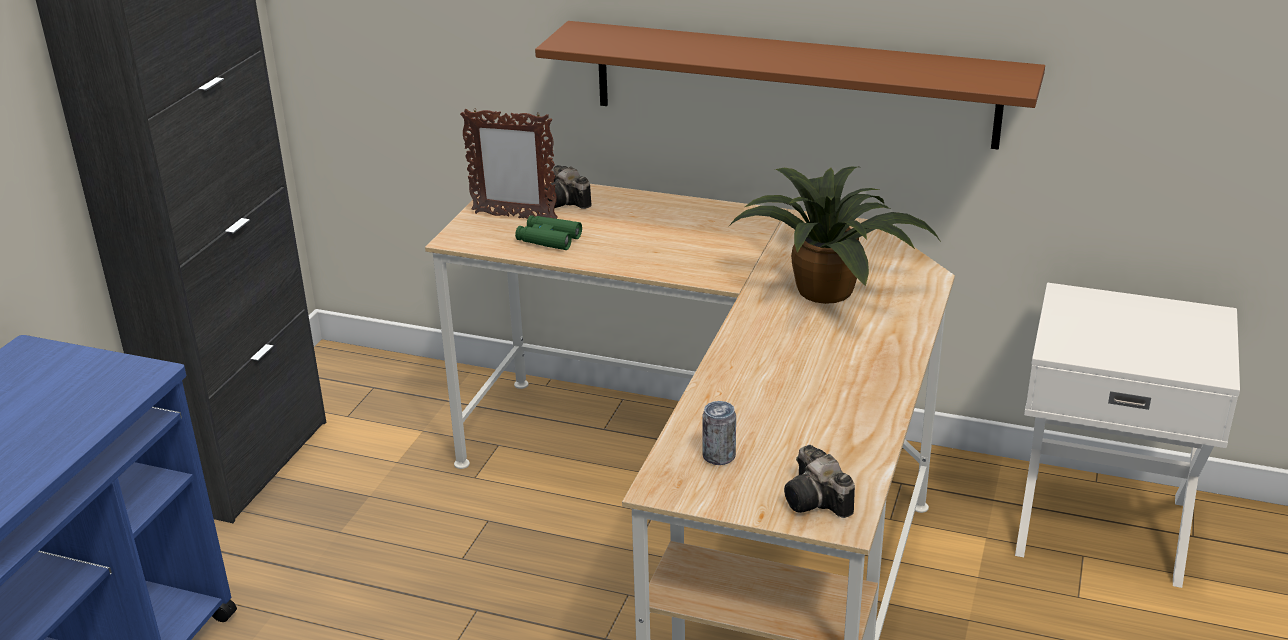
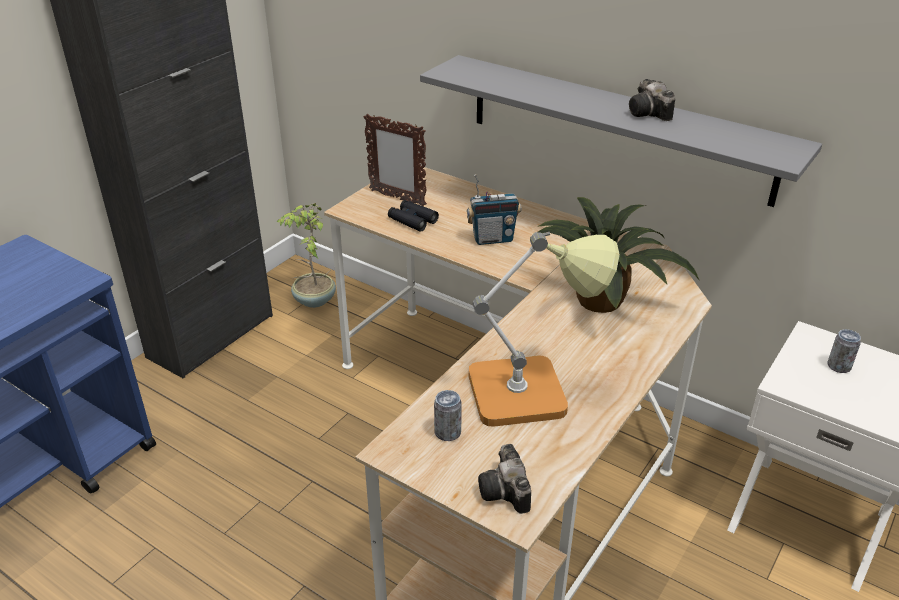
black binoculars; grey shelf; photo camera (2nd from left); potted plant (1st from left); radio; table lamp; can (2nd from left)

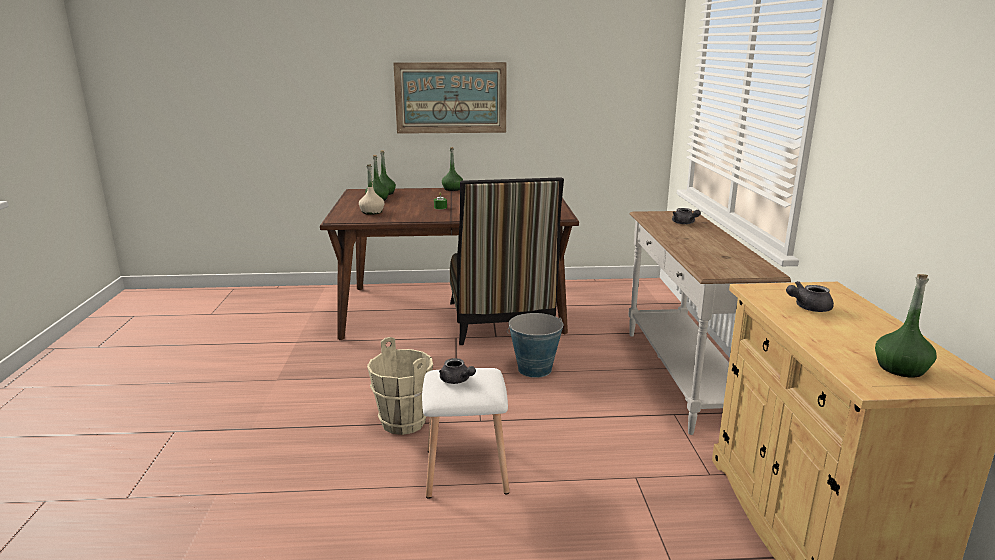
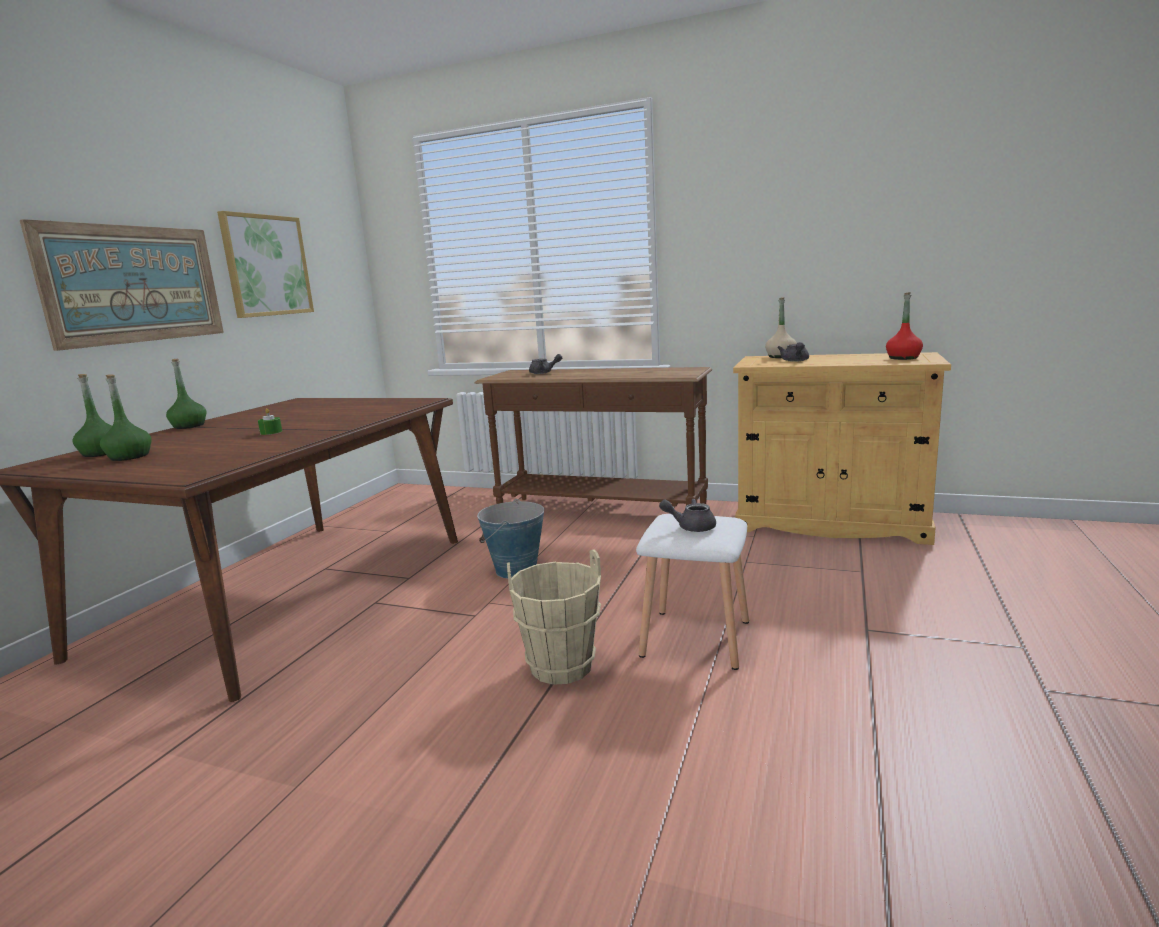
beige bottle; grey teapot (2nd from left); chair; brown console table; red bottle; picture (2nd from left)

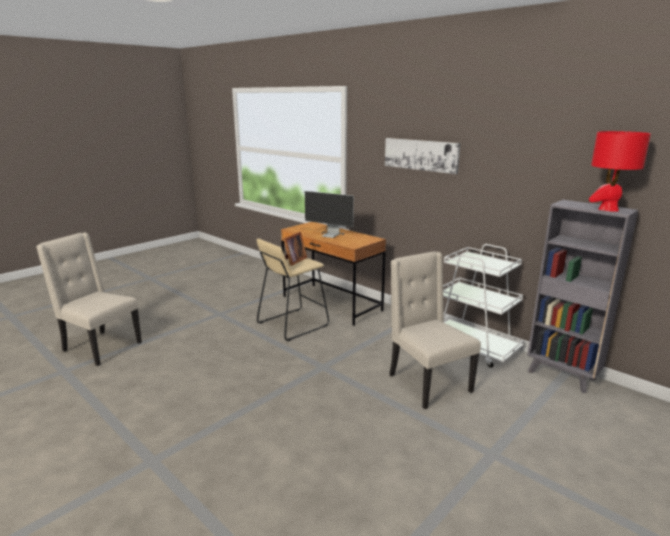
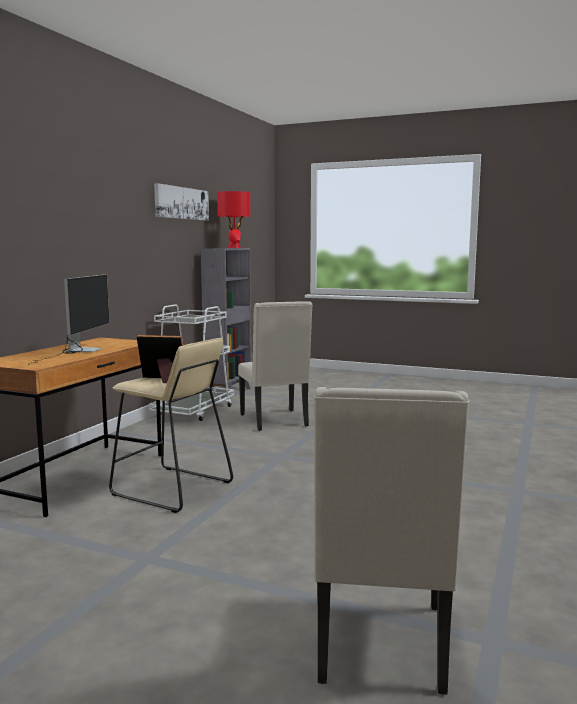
picture; beige chair (1st from left)

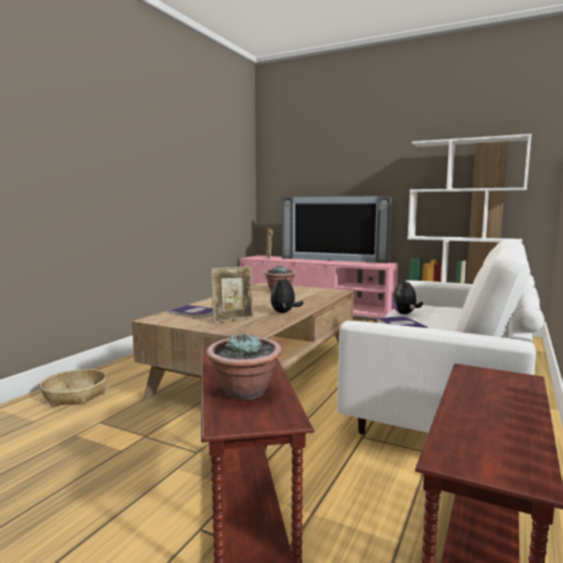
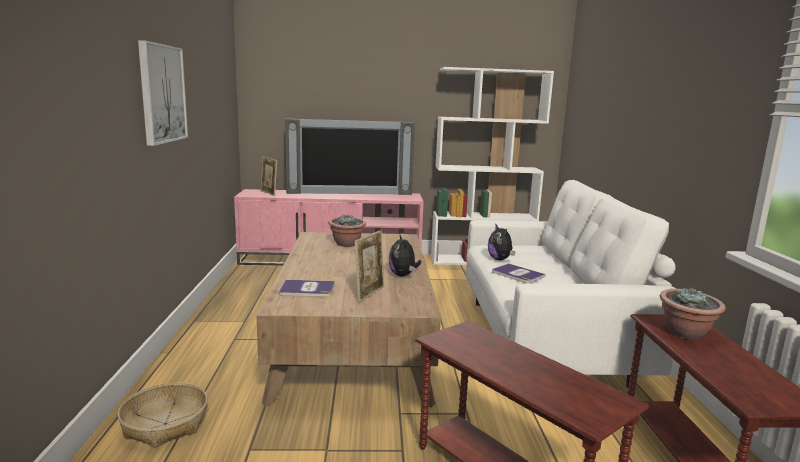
potted plant (2nd from left); picture

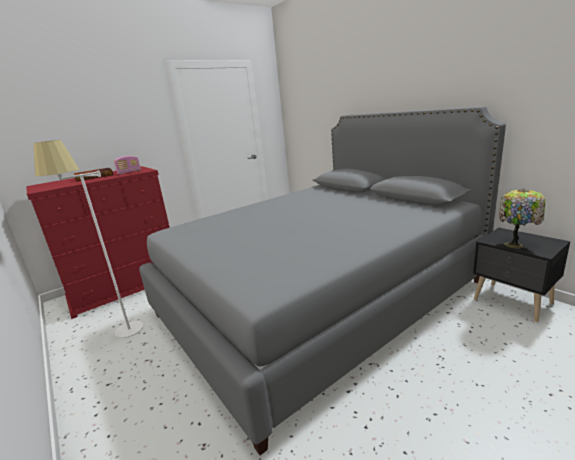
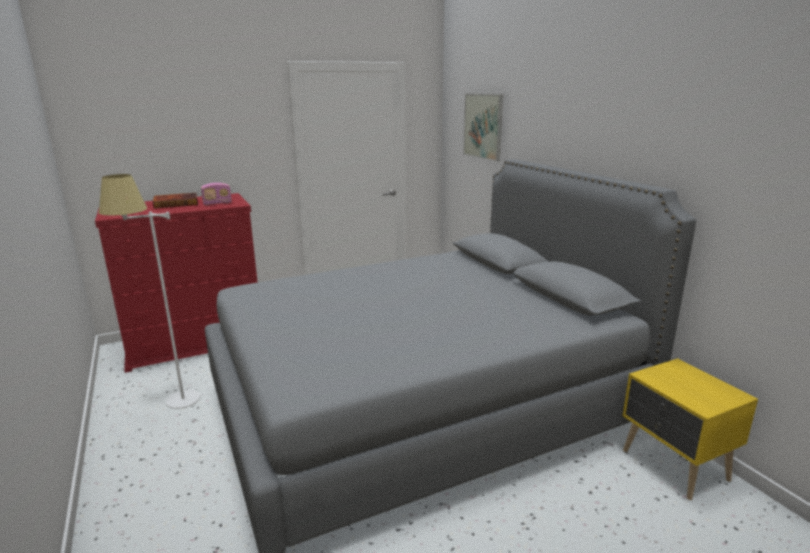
yellow nightstand; table lamp; picture

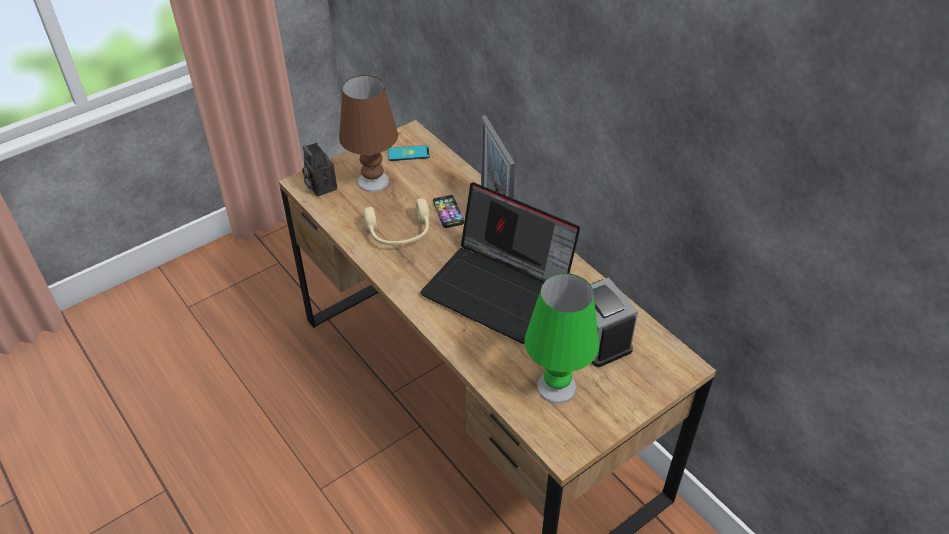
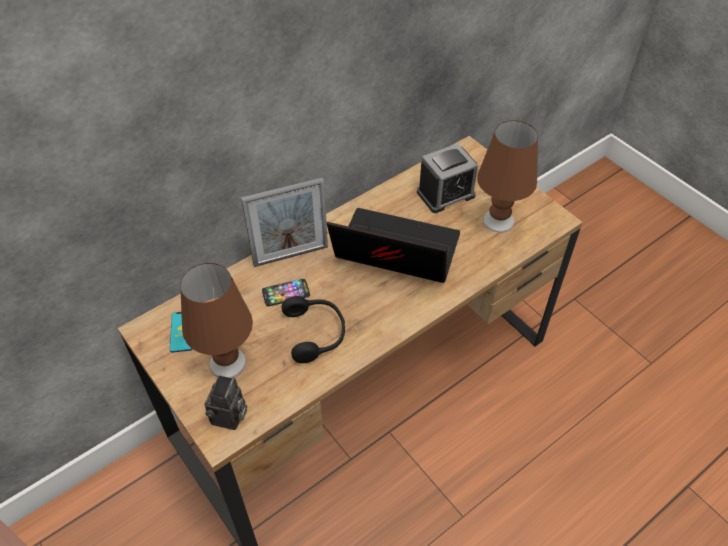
photo camera; black headphones; laptop; brown table lamp (2nd from left)

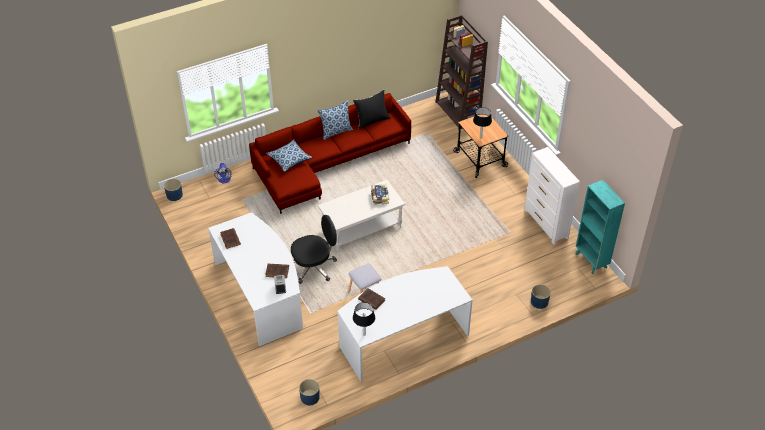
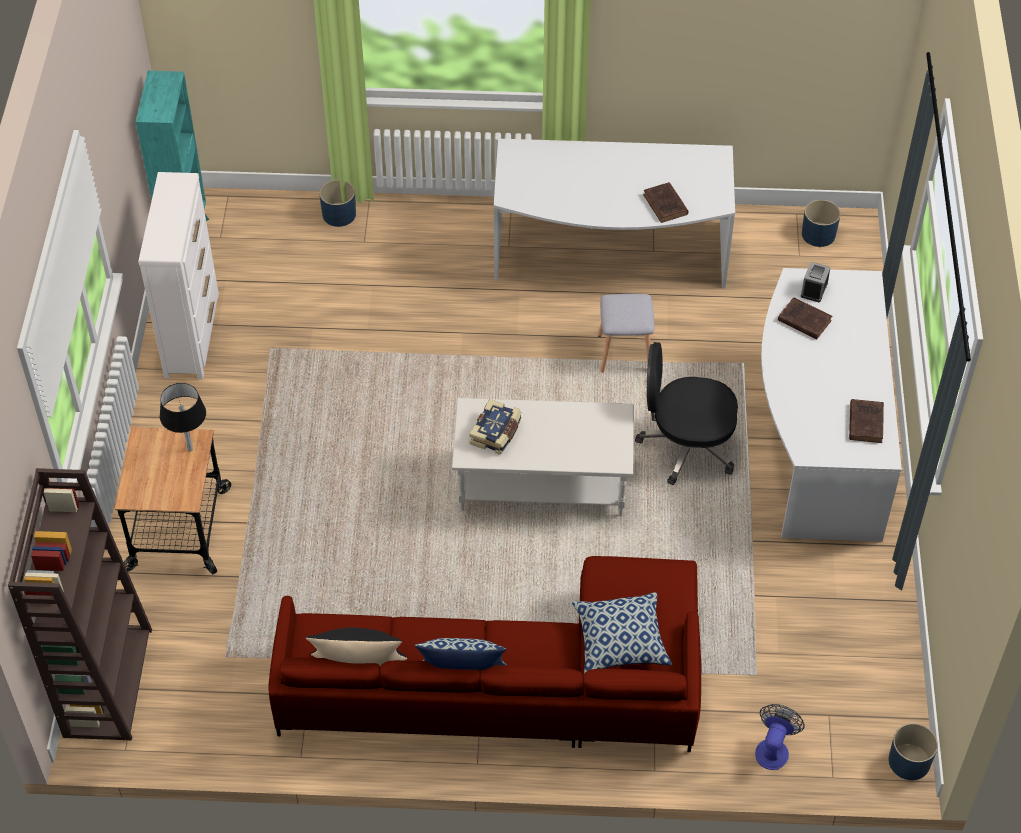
black table lamp (1st from left in the first image)

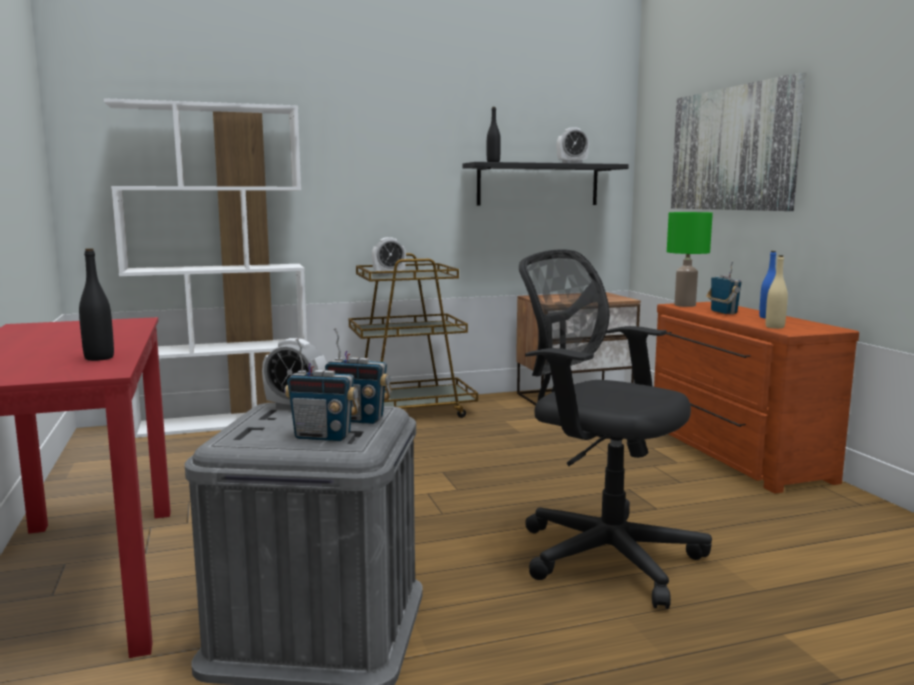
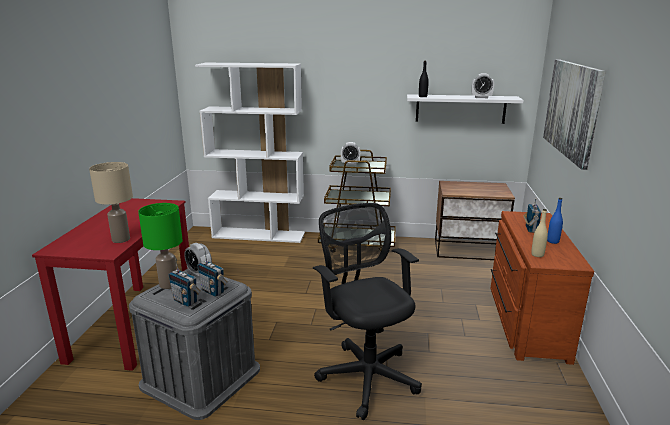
beige table lamp; white shelf; green table lamp

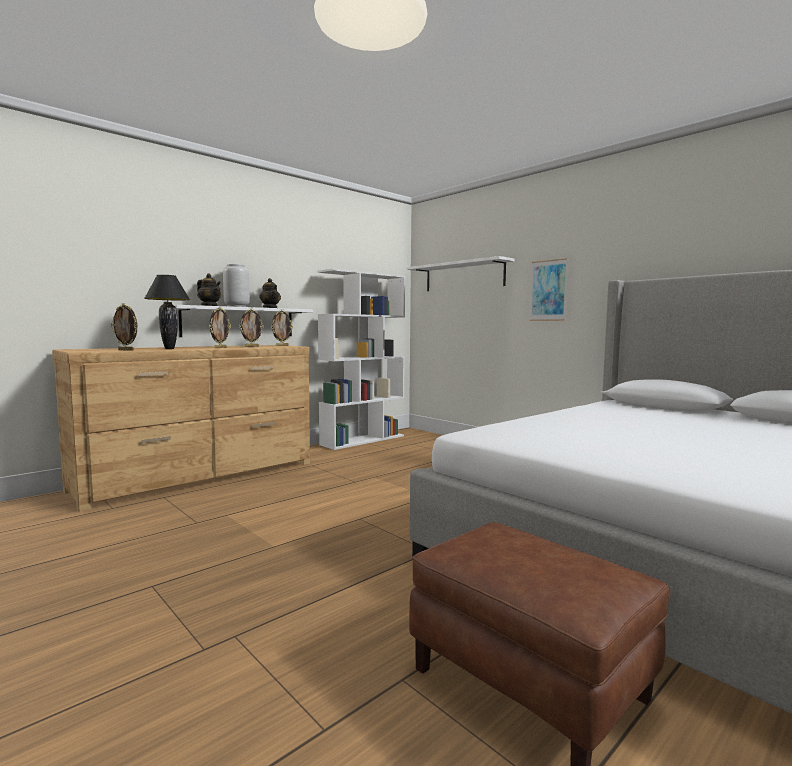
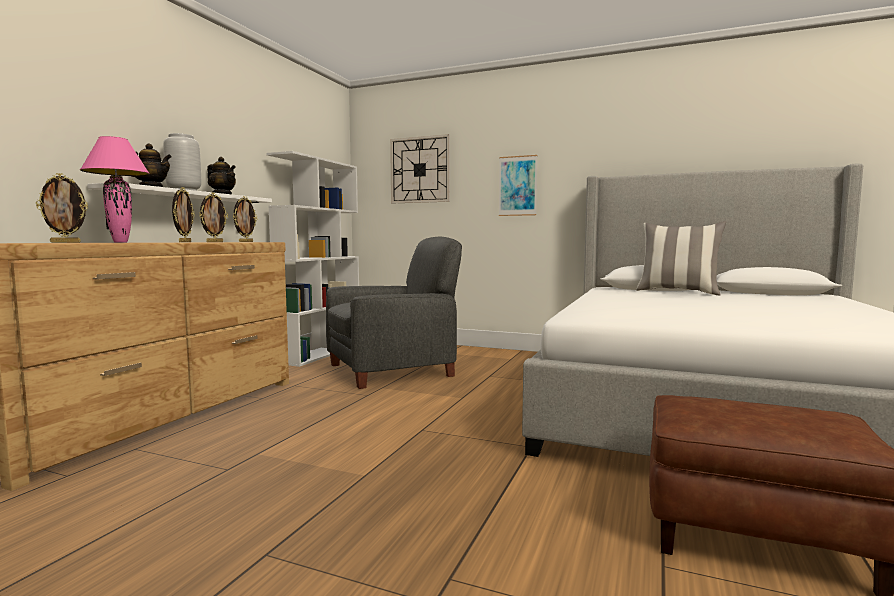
pink table lamp; wall clock; grey armchair; pillow

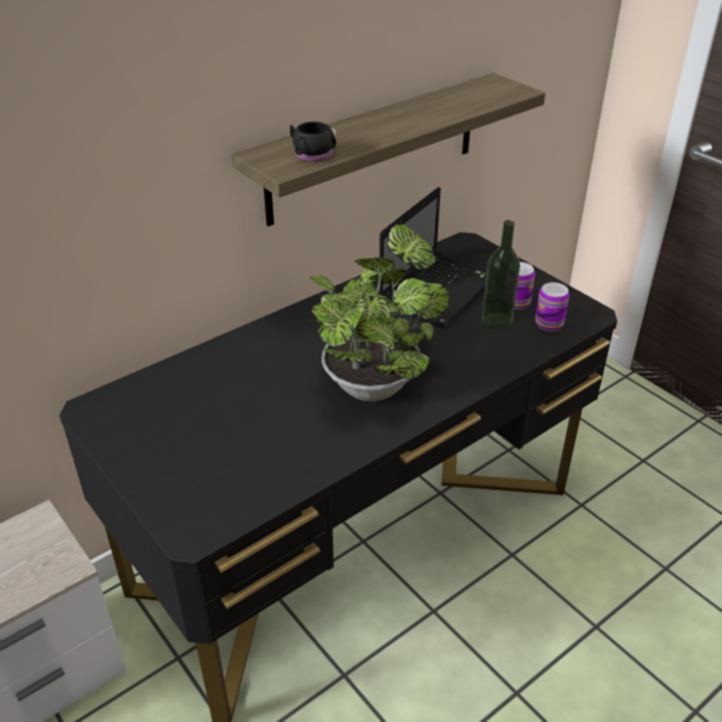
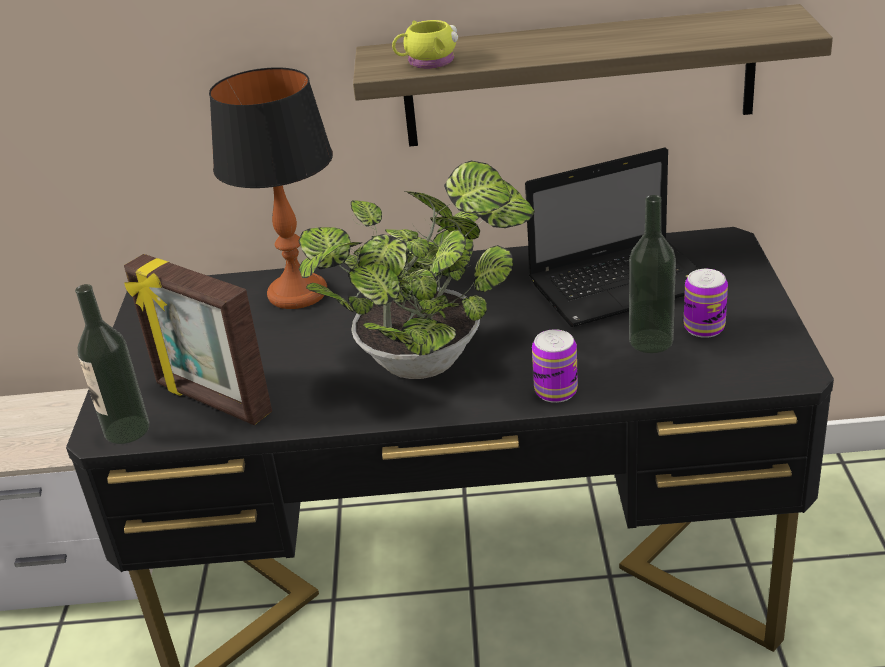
yellow mug; can (1st from left); bottle (1st from left); picture frame; table lamp

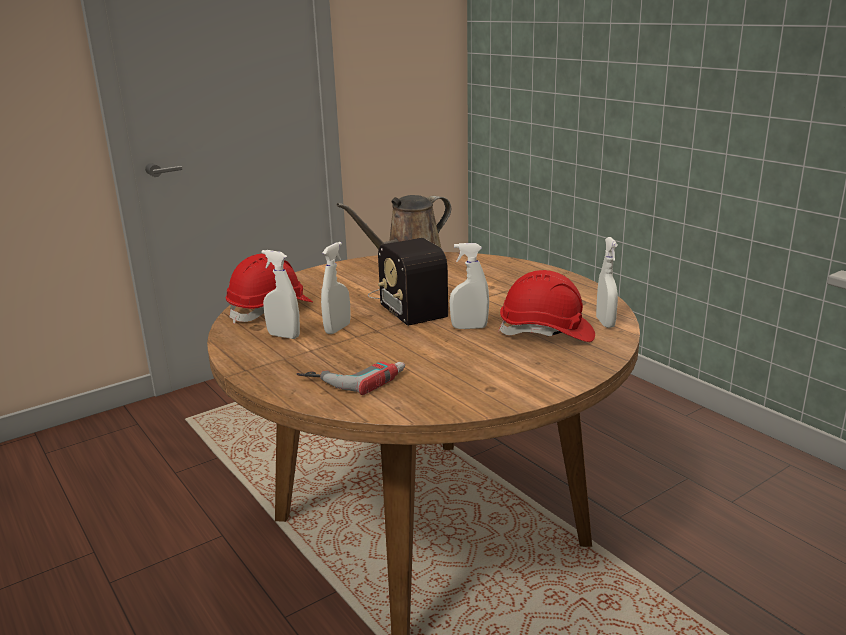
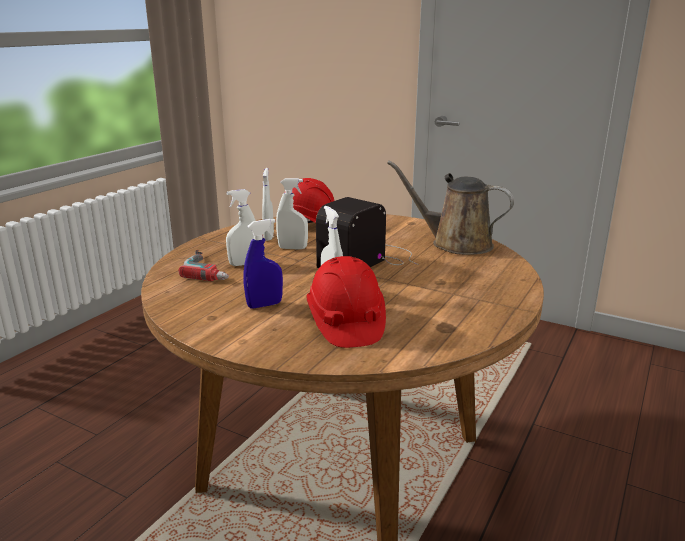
white spray bottle (1st from left); blue spray bottle

